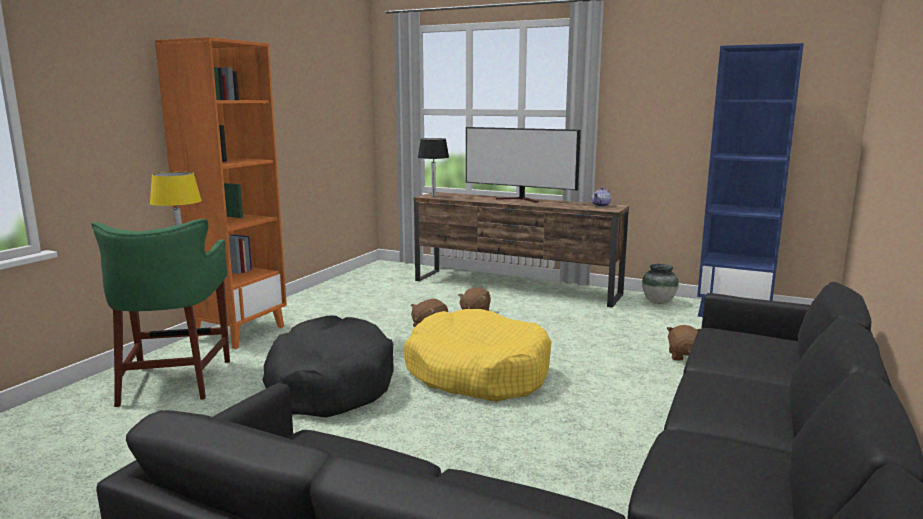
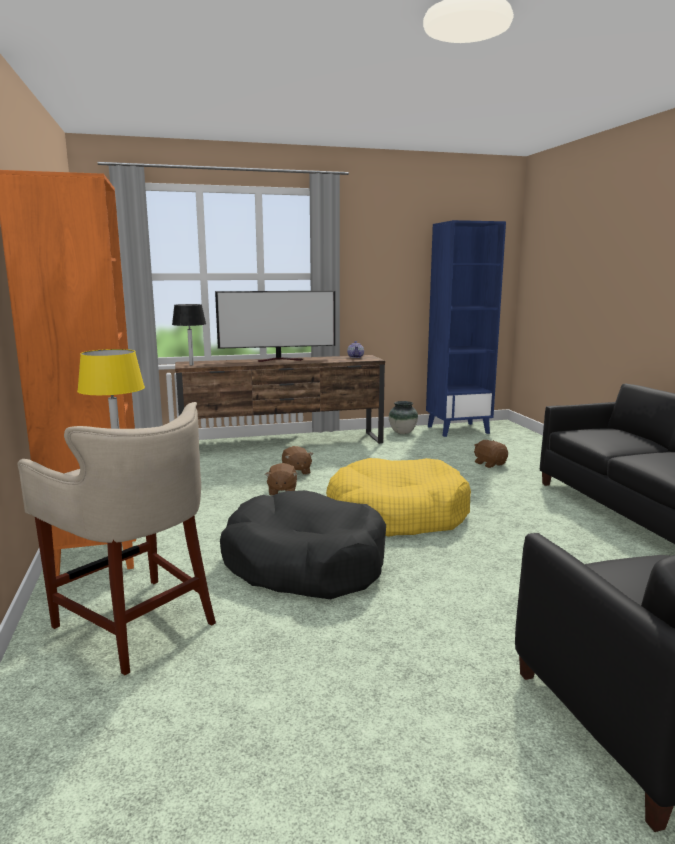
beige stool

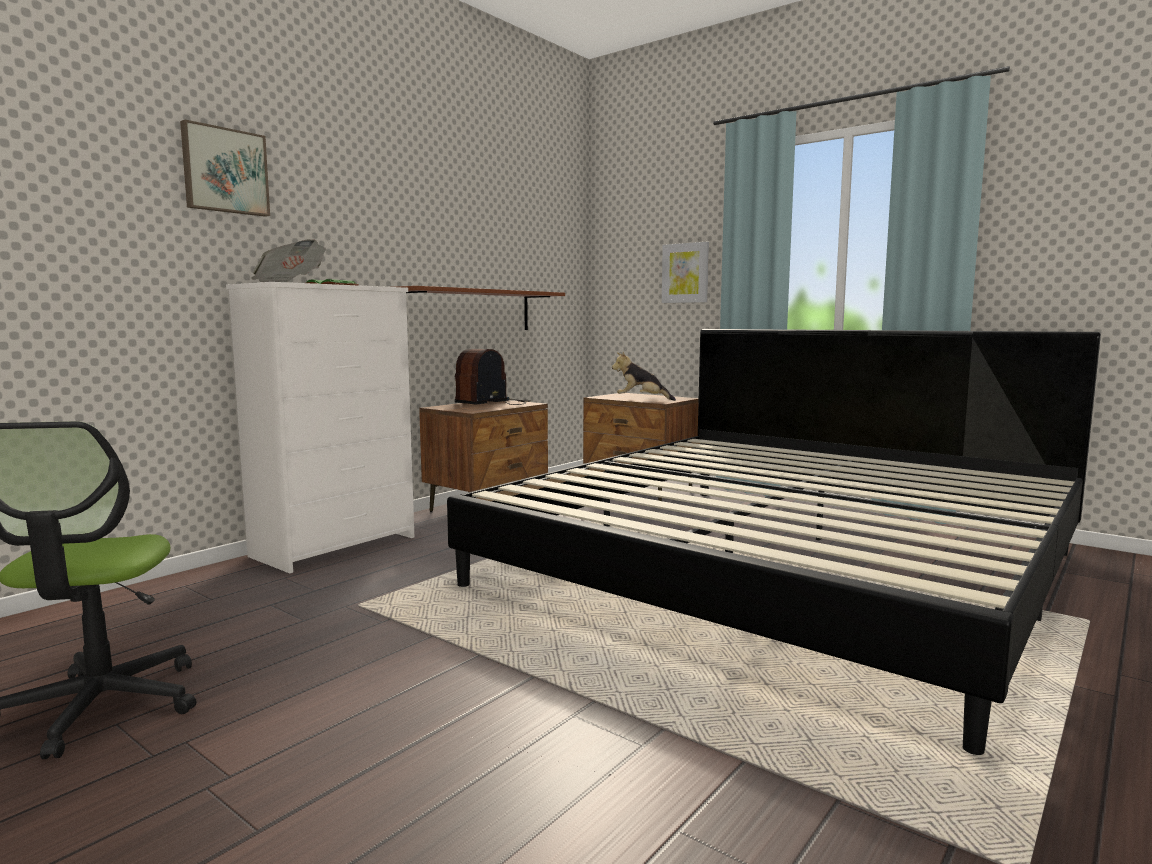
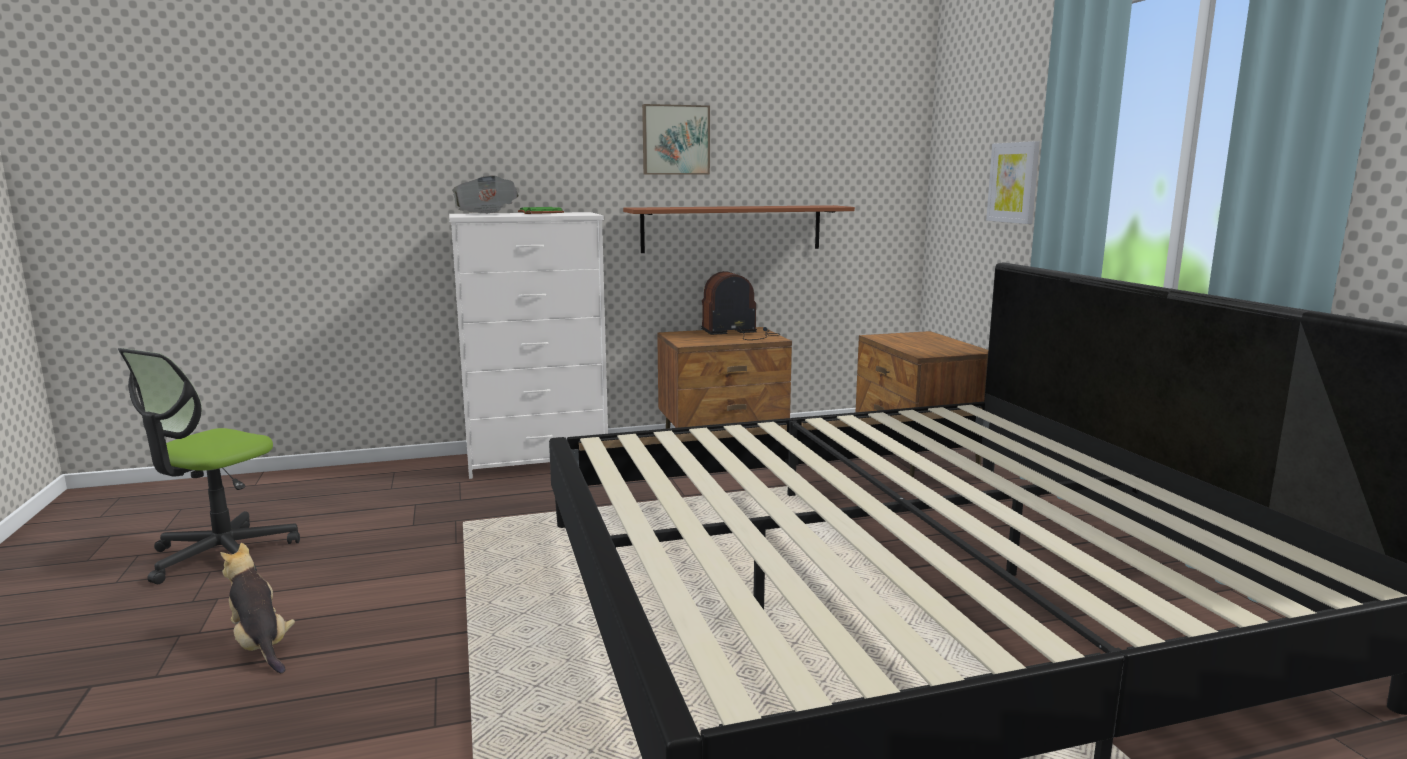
picture (1st from left); plush toy

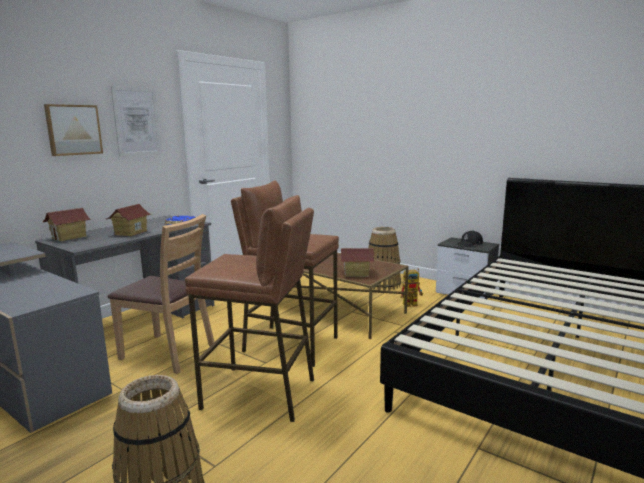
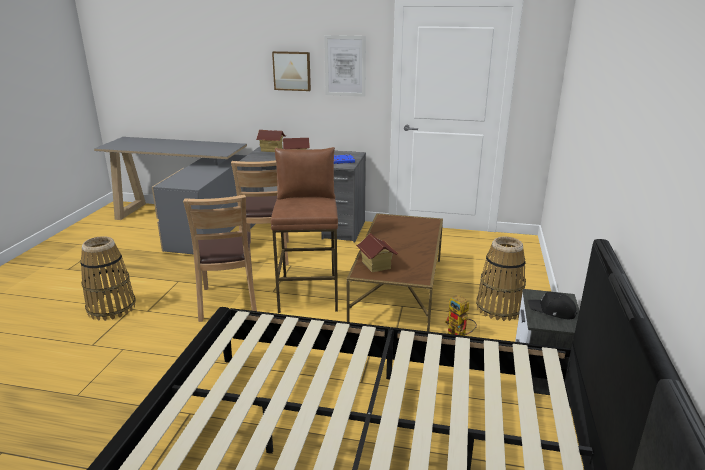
brown chair (1st from left)

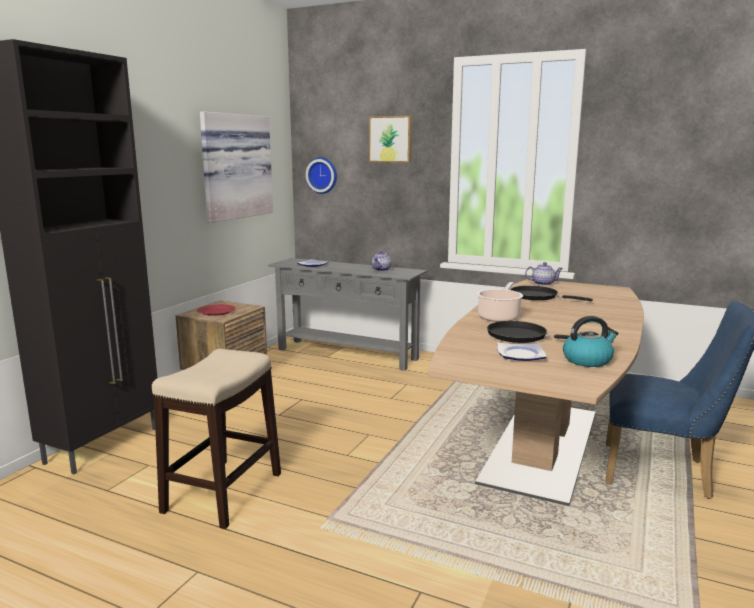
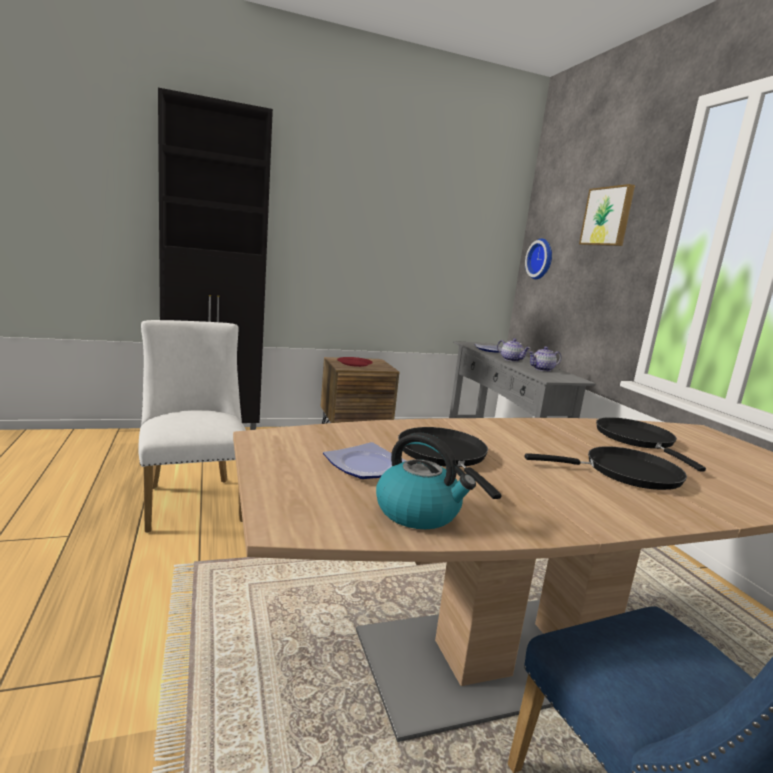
white chair; picture (1st from left in the first image); cooking pot; teapot (1st from left); black frying pan (2nd from left)

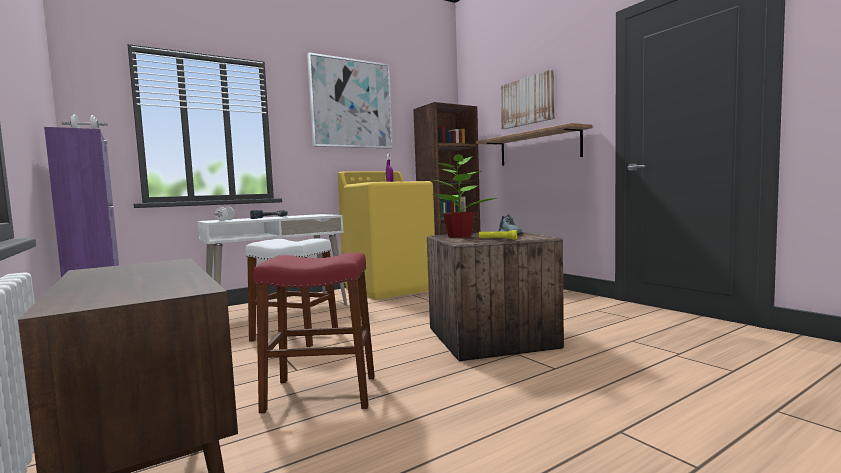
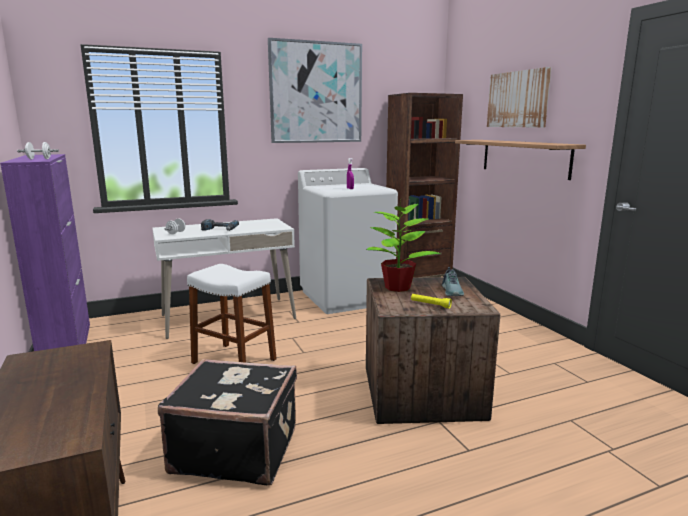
black suitcase; white washing machine

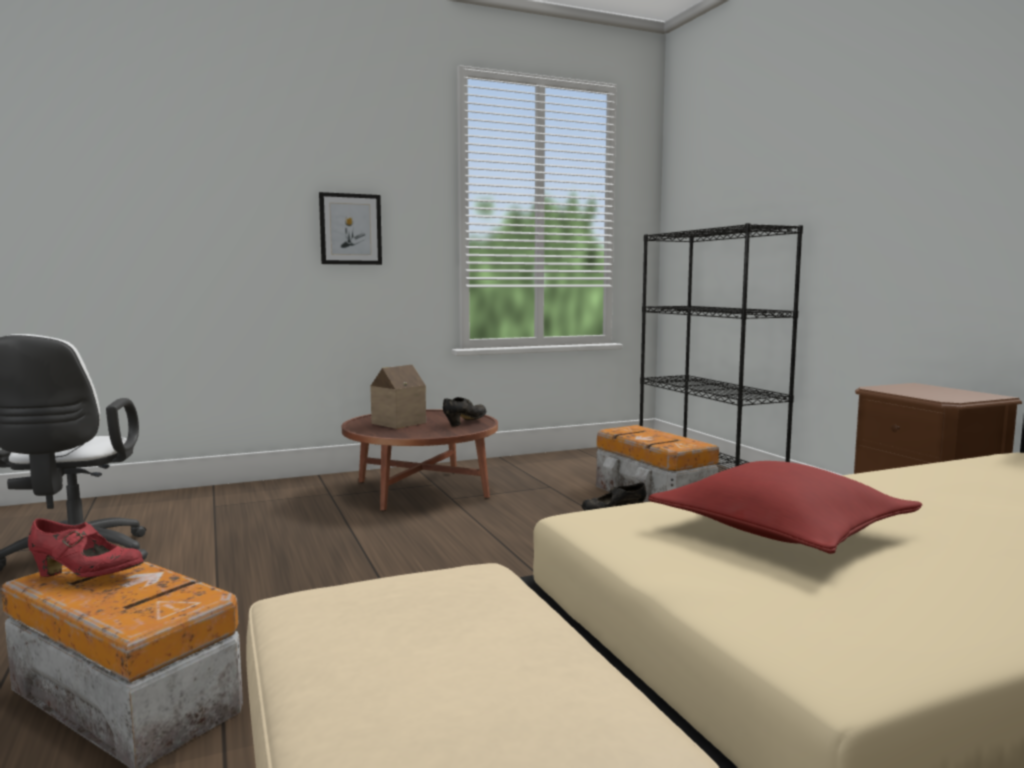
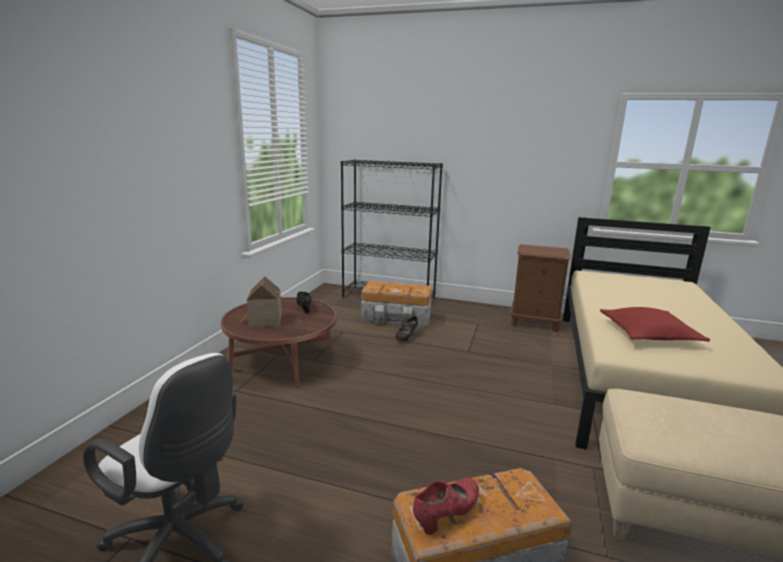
picture

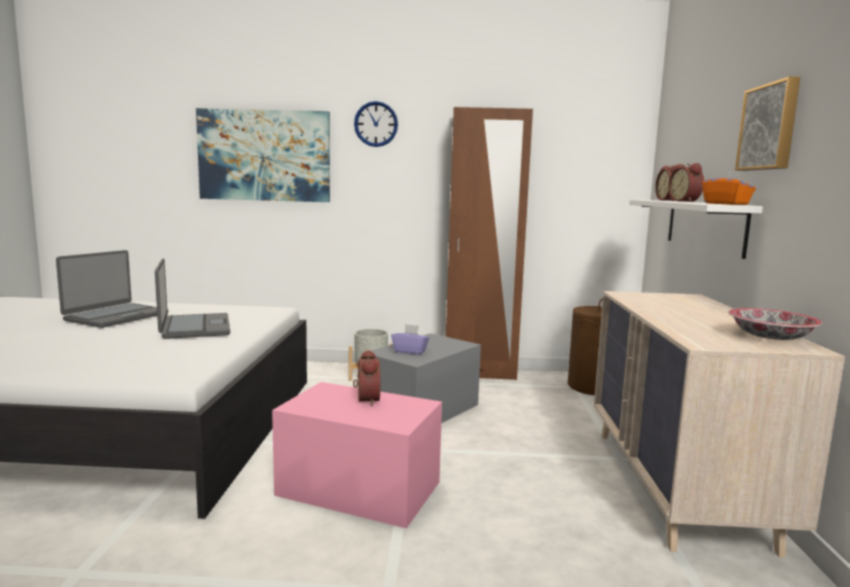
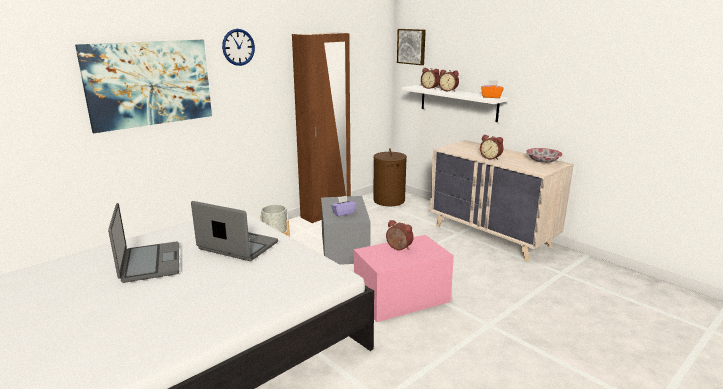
picture (2nd from left); alarm clock (4th from left)

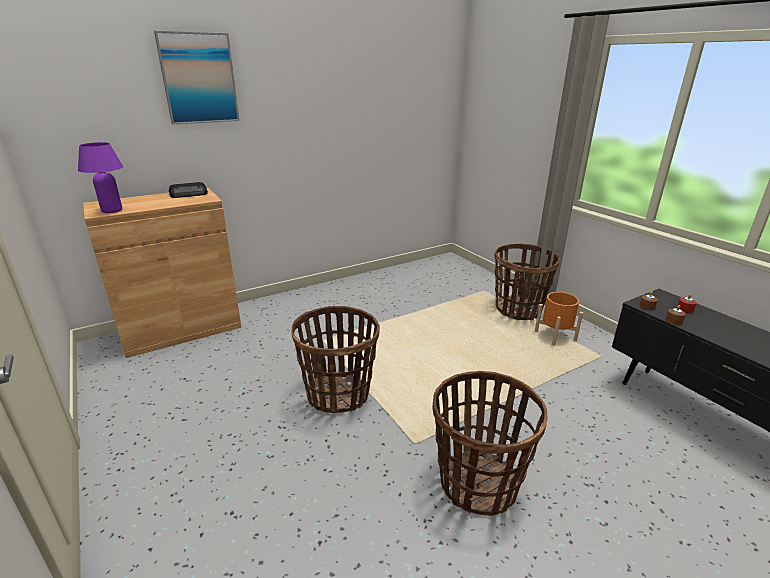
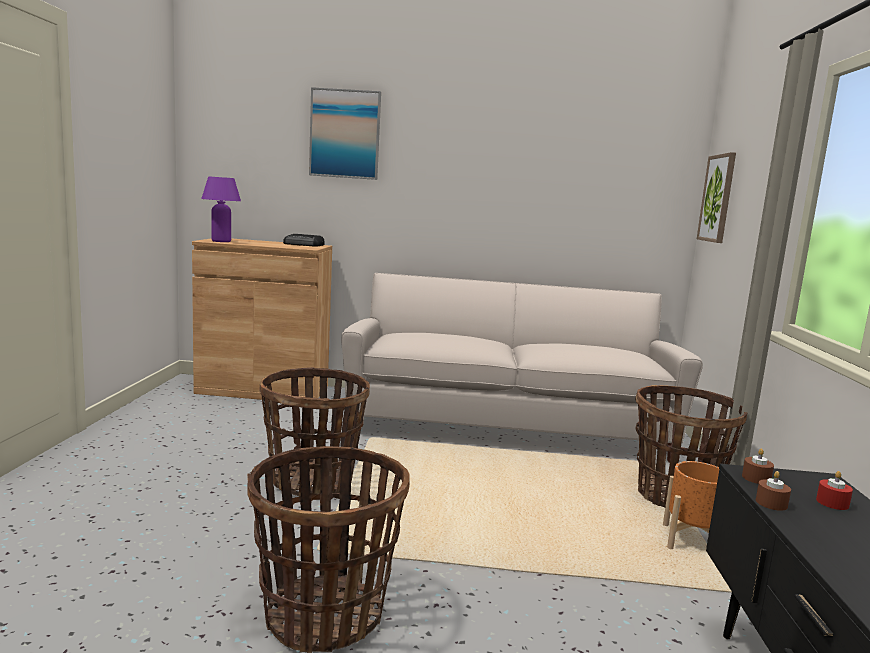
beige sofa; picture (2nd from left)

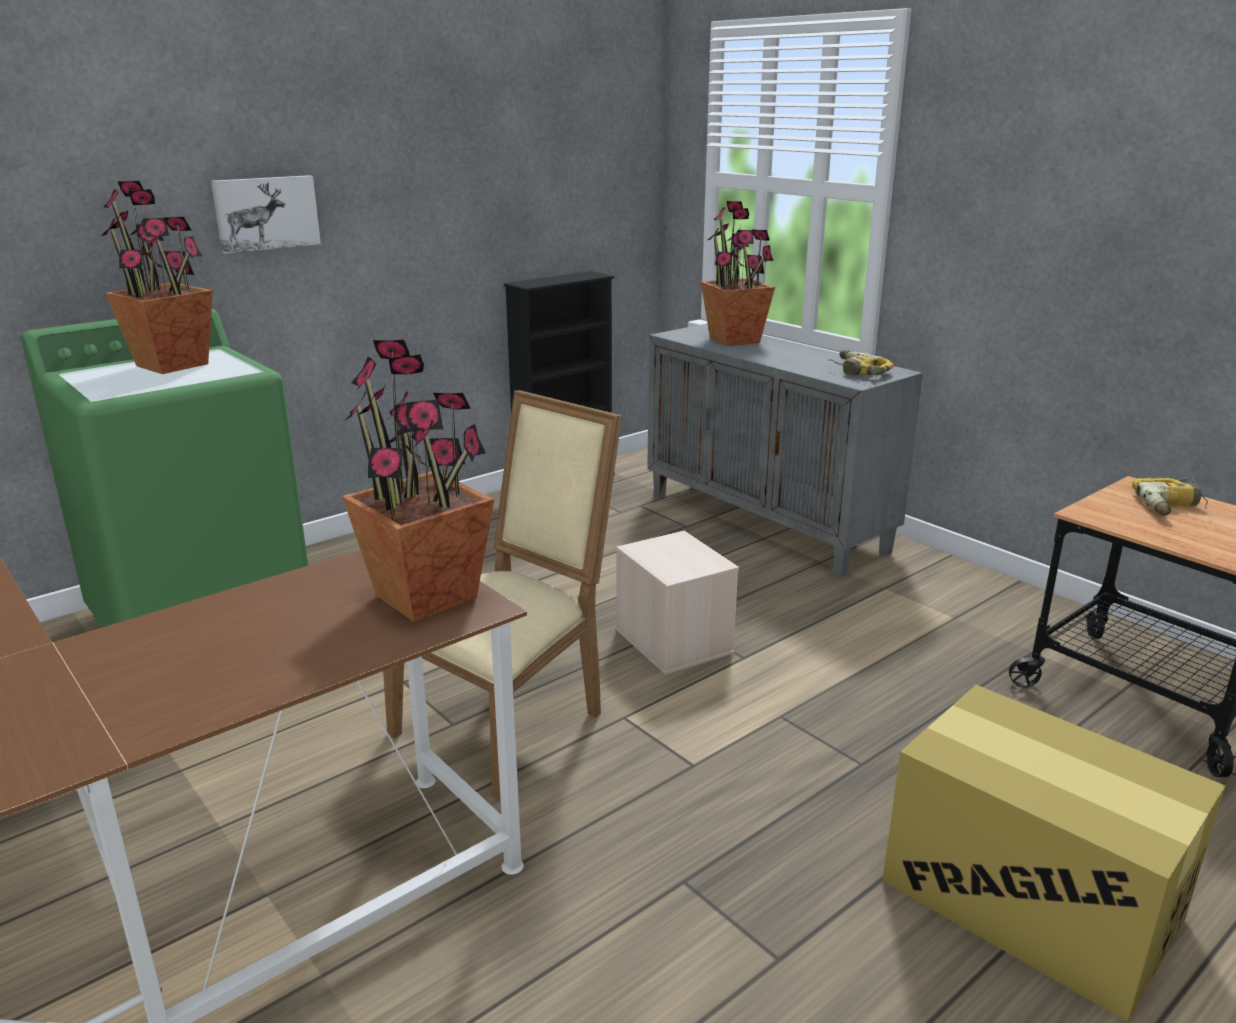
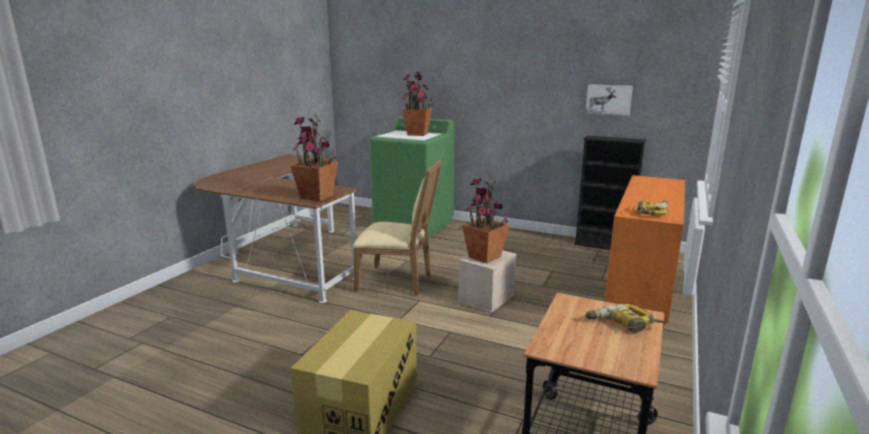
picture; orange cabinet; potted plant (3rd from left)

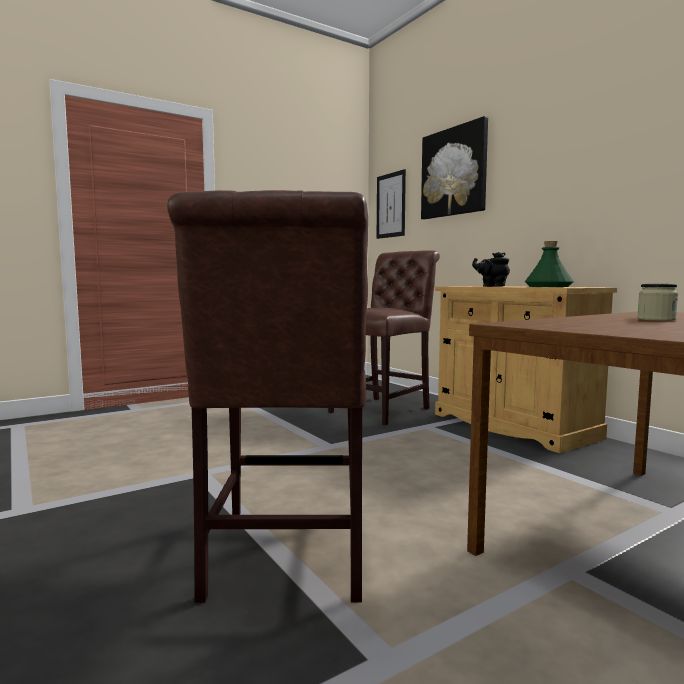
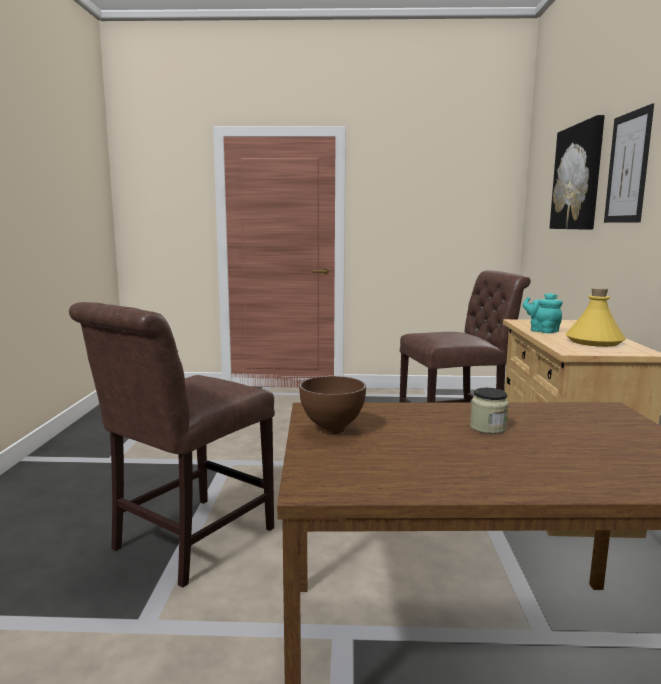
picture (2nd from left); turquoise teapot; yellow bottle; brown bowl

